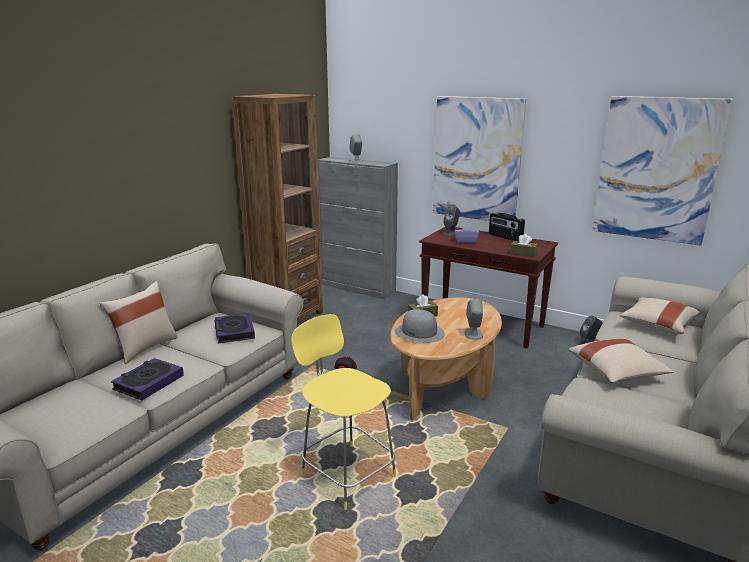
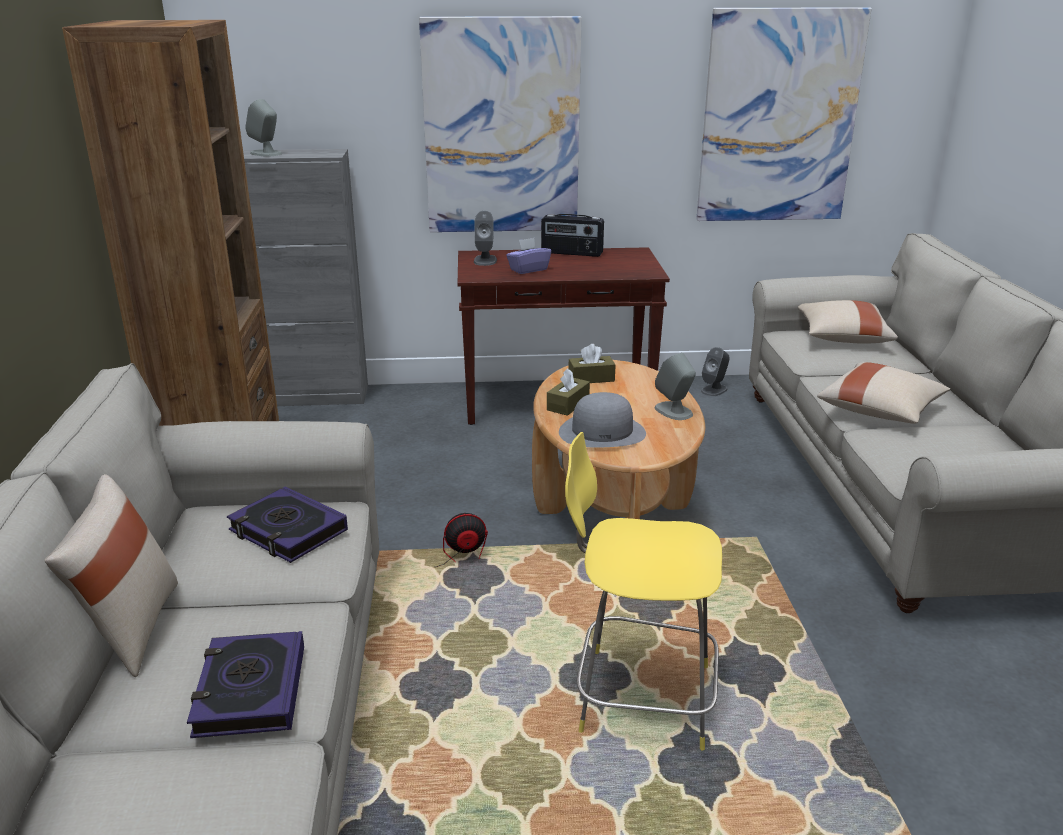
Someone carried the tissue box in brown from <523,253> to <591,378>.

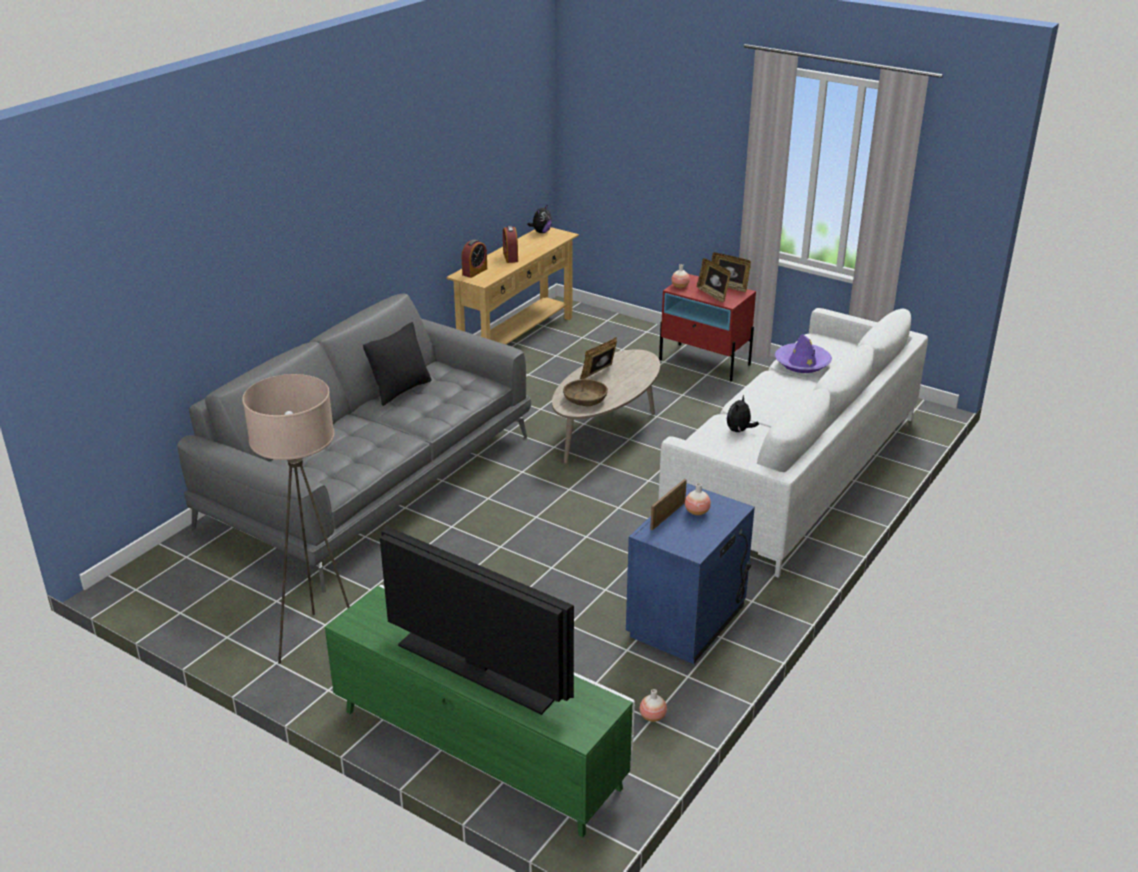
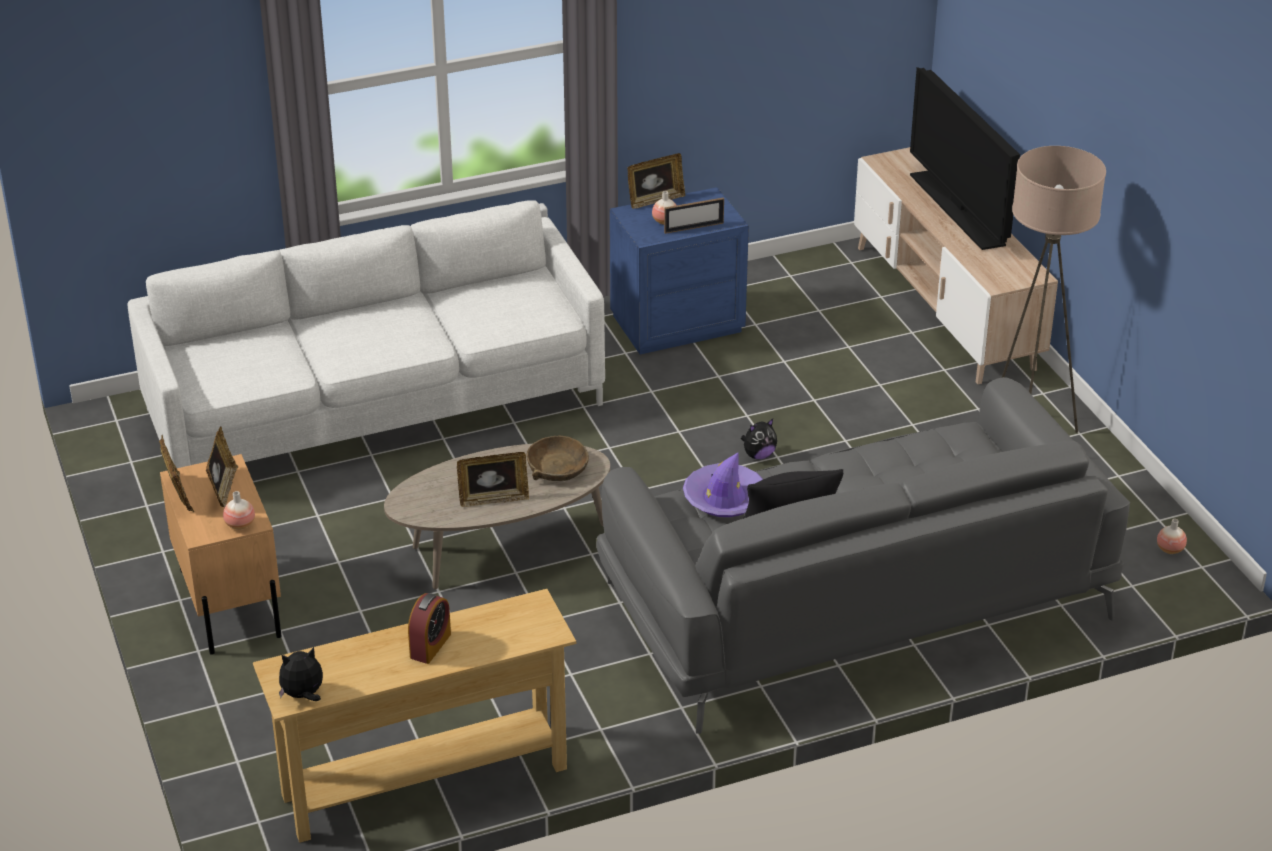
Someone repainted the nightstand in red at <705,362>, which became the nightstand in beige at <230,602>.
Someone put down the picture frame at <655,200>.
Someone carried the hat in purple from <802,363> to <724,498>.
Someone carried the plush toy from <739,431> to <758,455>.
Someone repainted the tv stand in green at <479,749>, which became the tv stand in beige at <944,307>.
Someone carried the vase from <652,717> to <1170,549>.
Someone took away the alarm clock at <474,272>.

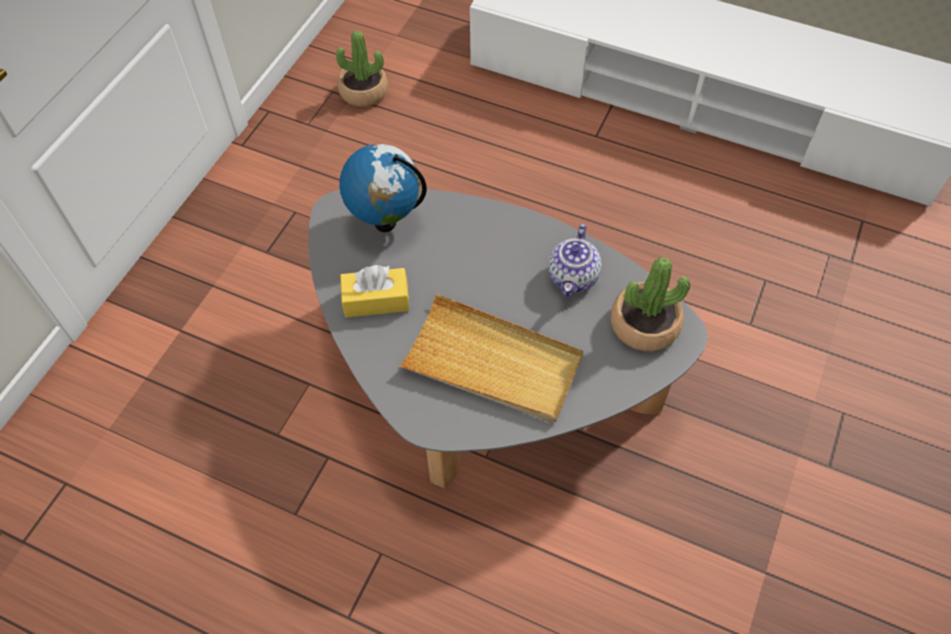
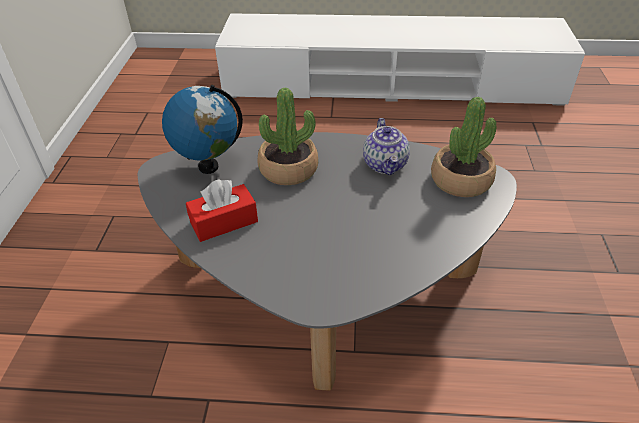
Someone repainted the tissue box in yellow at <376,300>, which became the tissue box in red at <224,222>.
Someone carried the potted plant from <363,92> to <288,169>.
Someone took away the tray in beige at <492,363>.

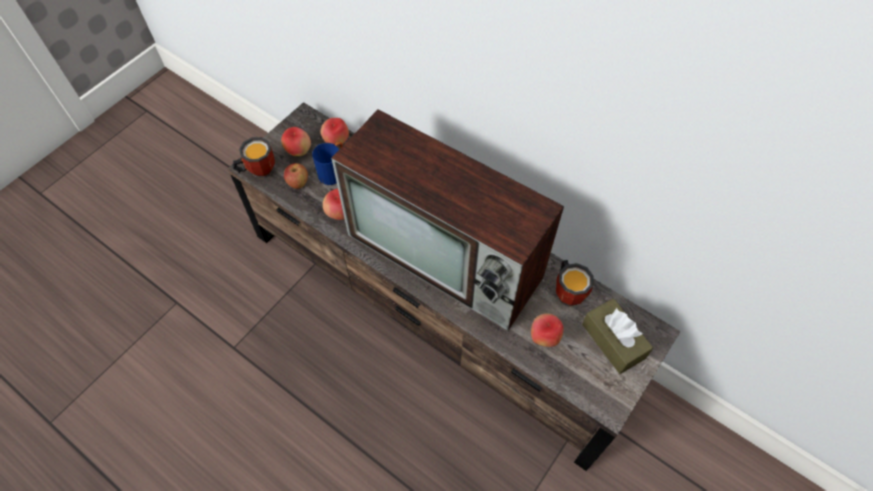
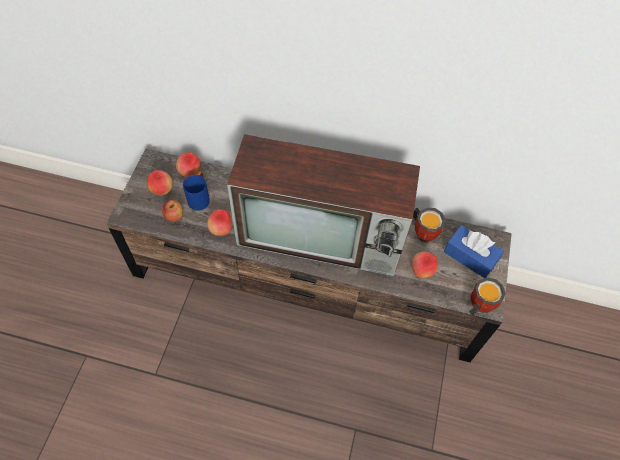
Someone repainted the tissue box in brown at <613,341>, which became the tissue box in blue at <470,256>.
Someone carried the mug from <258,170> to <477,305>.

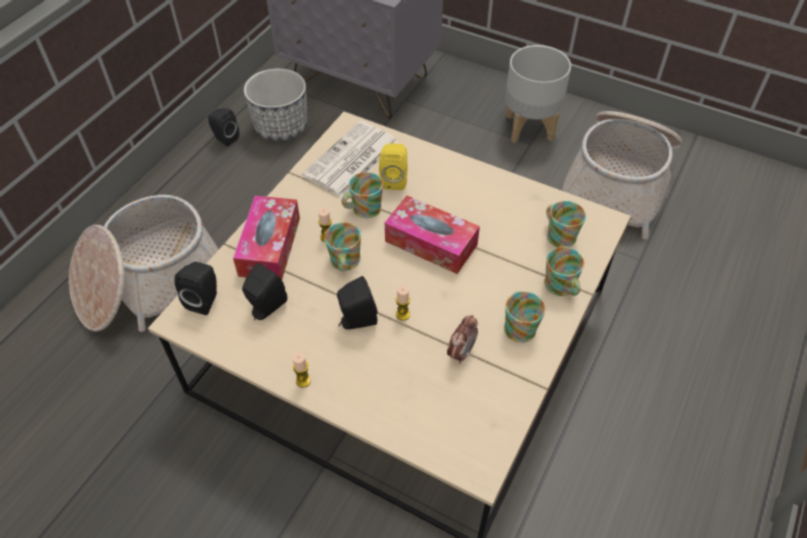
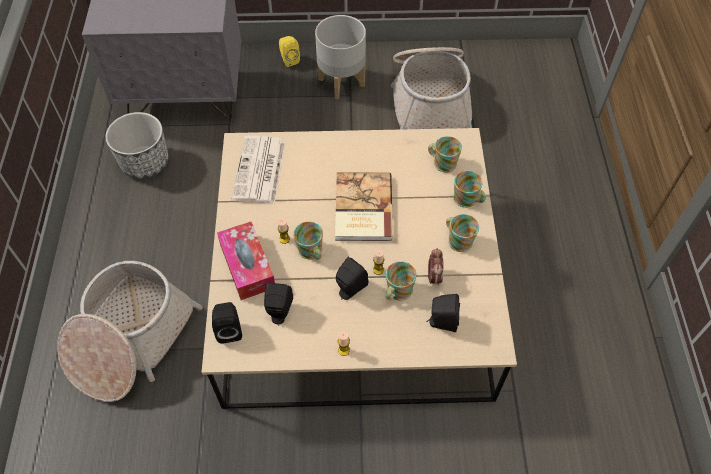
Someone carried the speaker in yellow from <394,179> to <289,60>.
Someone swapped the tissue box at <431,243> for the book at <361,208>.
Someone carried the mug from <362,209> to <397,292>.
Someone carried the speaker in black from <224,138> to <441,322>.

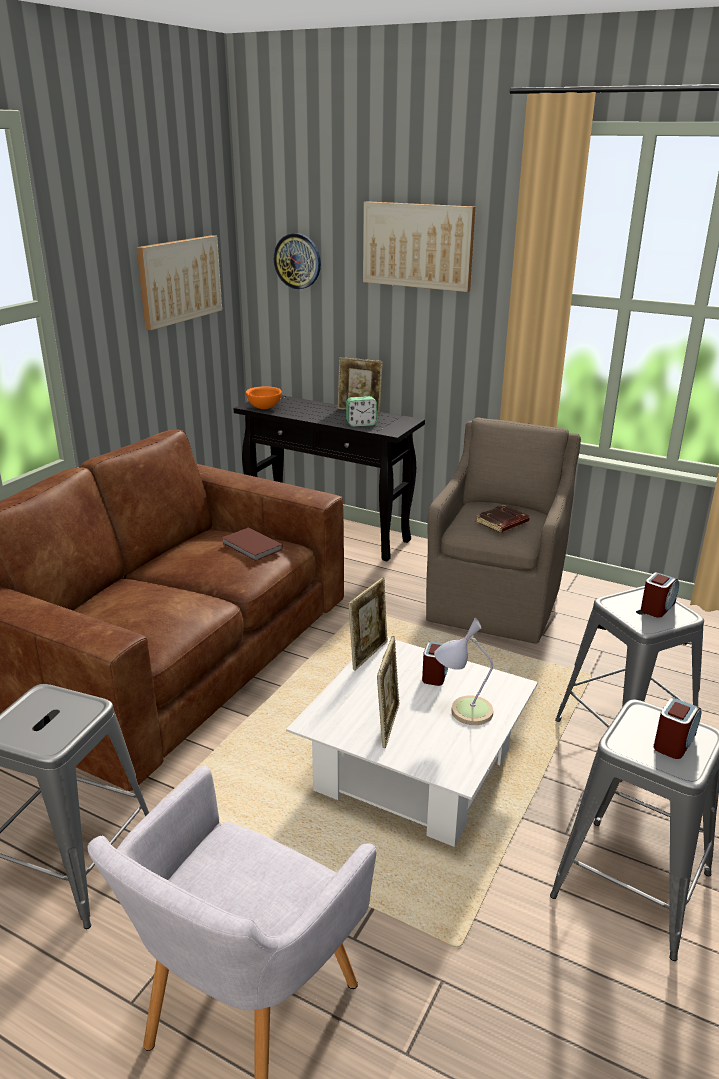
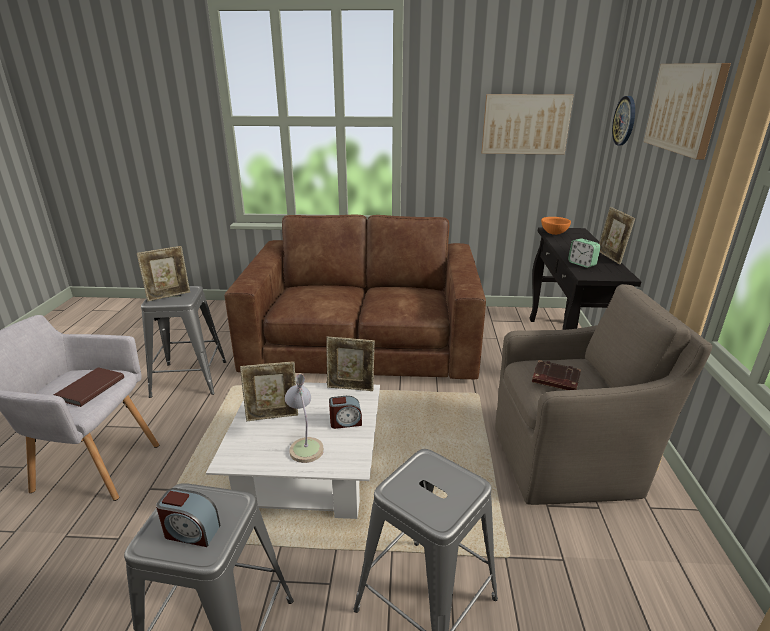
Someone carried the book in brown from <251,547> to <89,388>.
Someone put down the picture frame at <169,296>.
Someone took away the alarm clock at <657,607>.

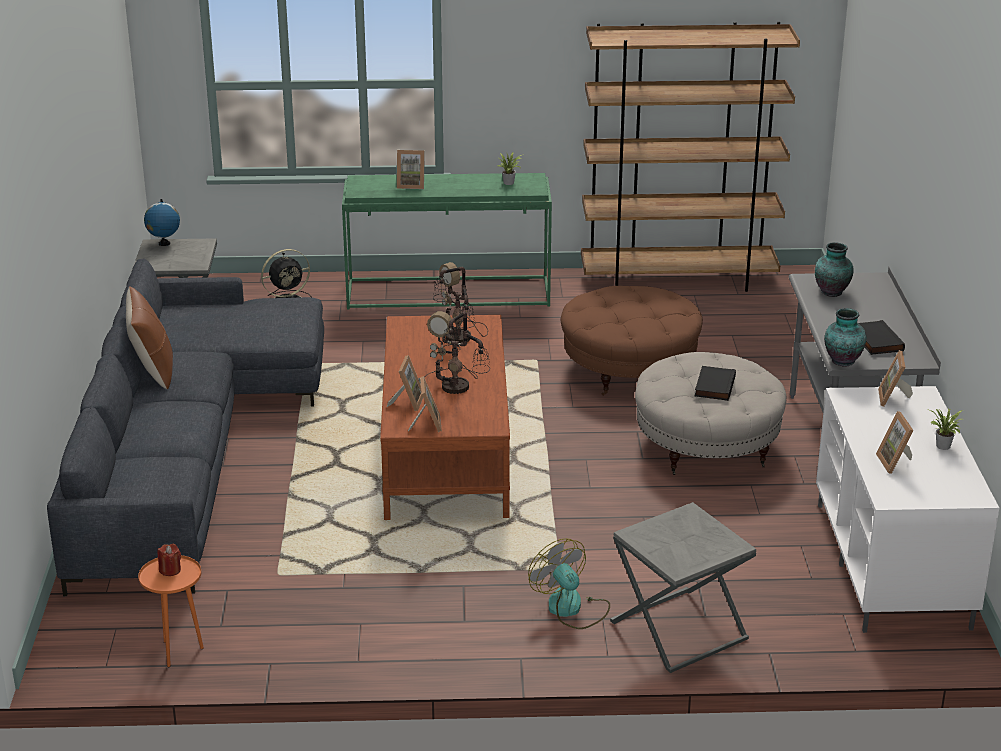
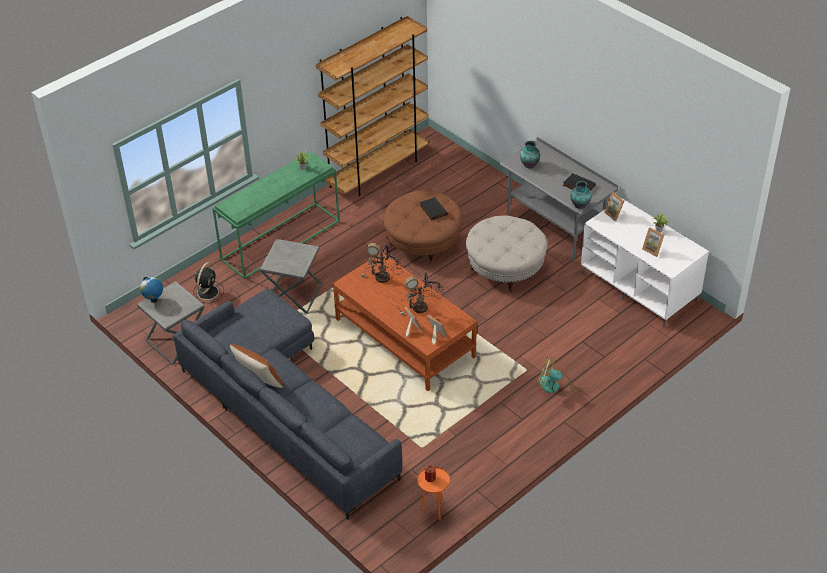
Someone carried the side table in grey from <678,630> to <293,294>.
Someone carried the book in black from <713,386> to <432,210>.
Someone took away the picture frame at <411,185>.

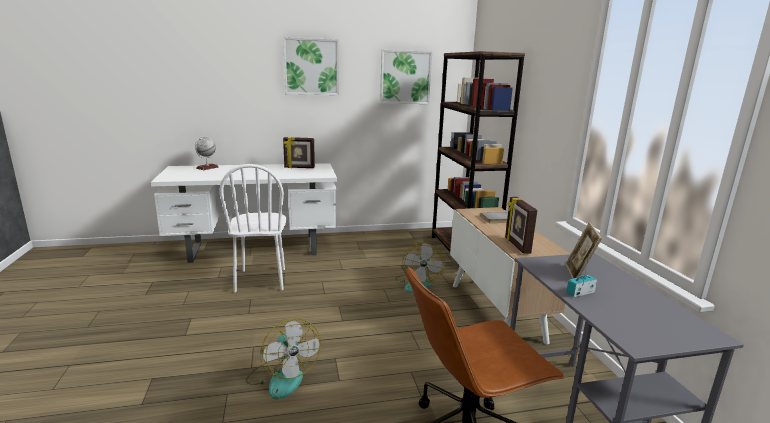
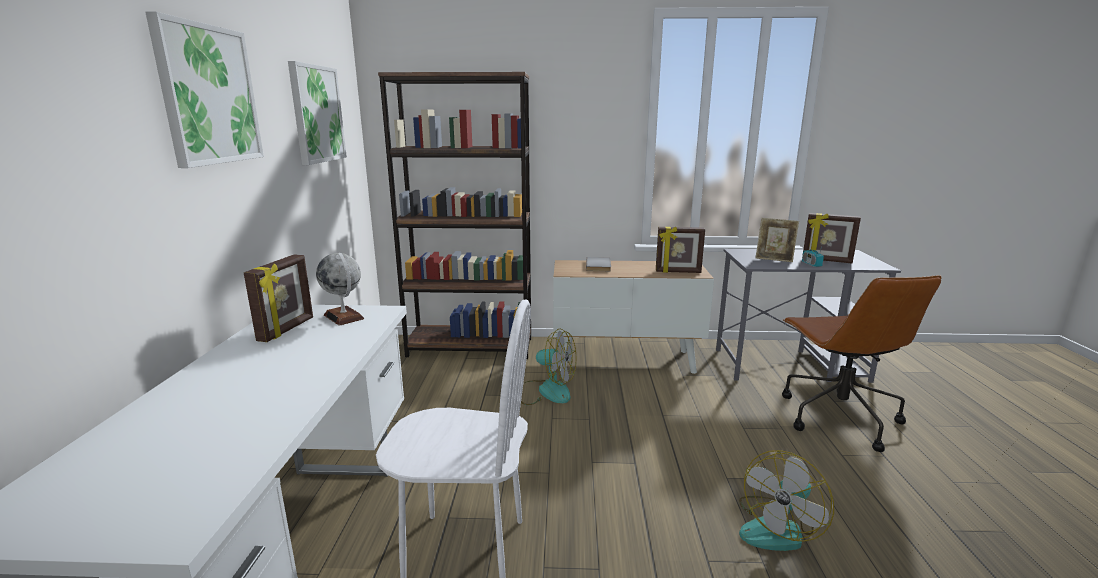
Someone carried the globe from <207,168> to <344,317>.
Someone rotated the fan at <282,377> by 150 degrees clockwise.
Someone put down the picture frame at <826,261>.

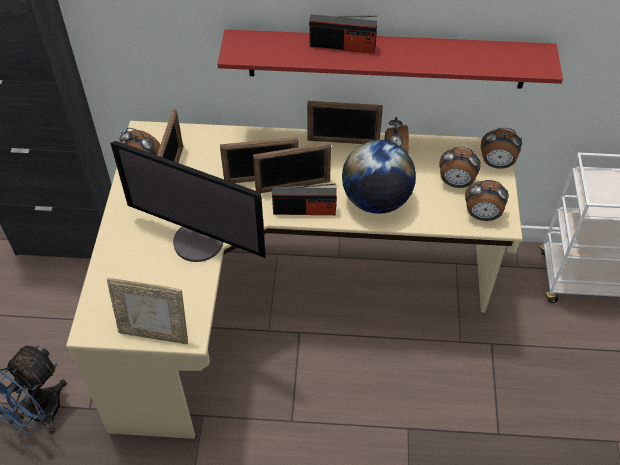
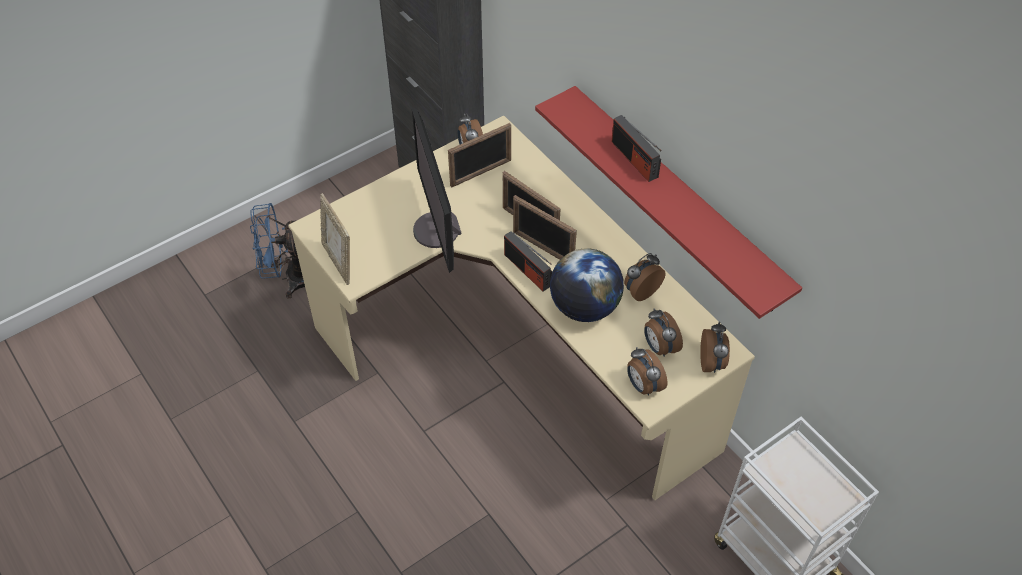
Someone rotated the alarm clock at <496,164> by 150 degrees counterclockwise.
Someone took away the picture frame at <343,142>.

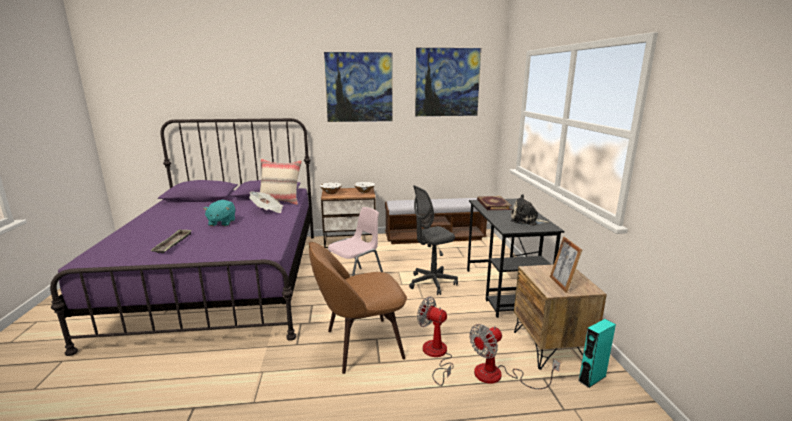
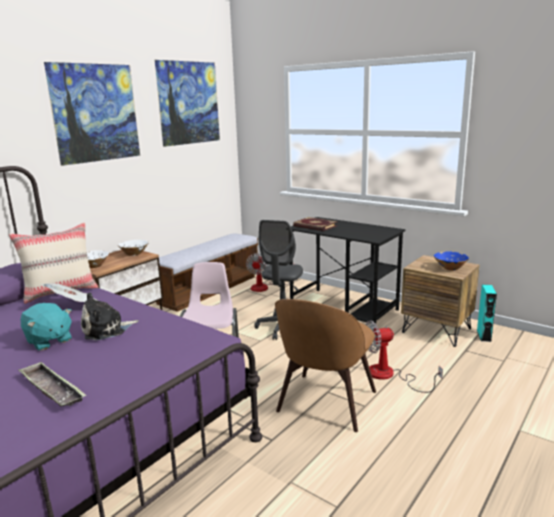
Someone carried the plush toy from <526,221> to <106,330>.
Someone carried the fan from <498,376> to <265,287>.
Someone swapped the picture frame at <562,284> for the bowl in blue at <450,268>.

